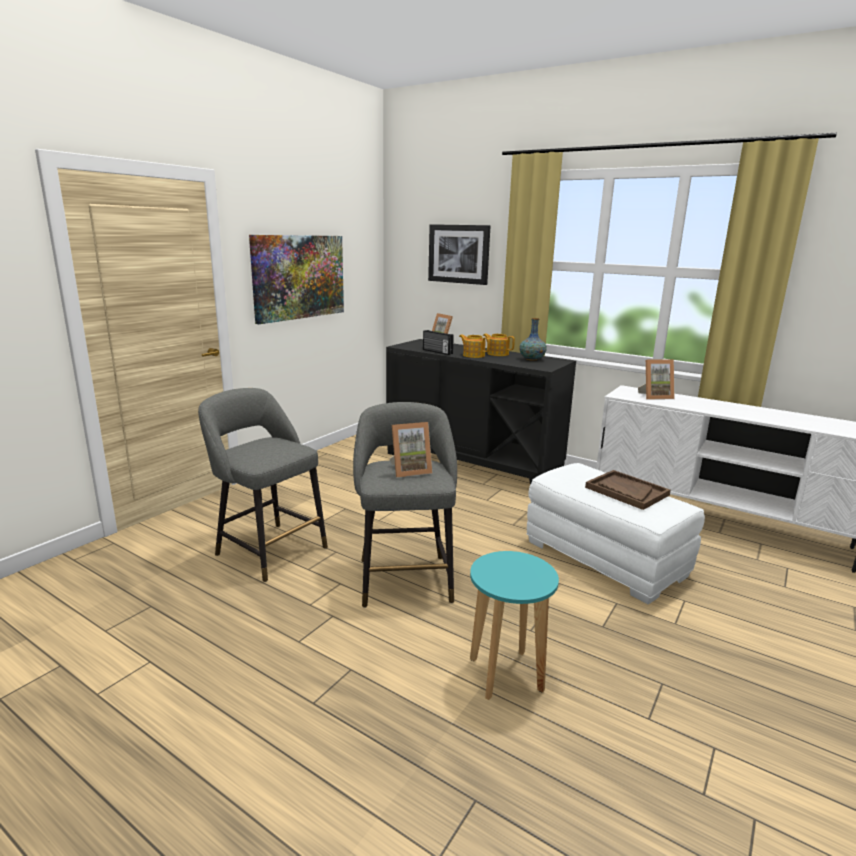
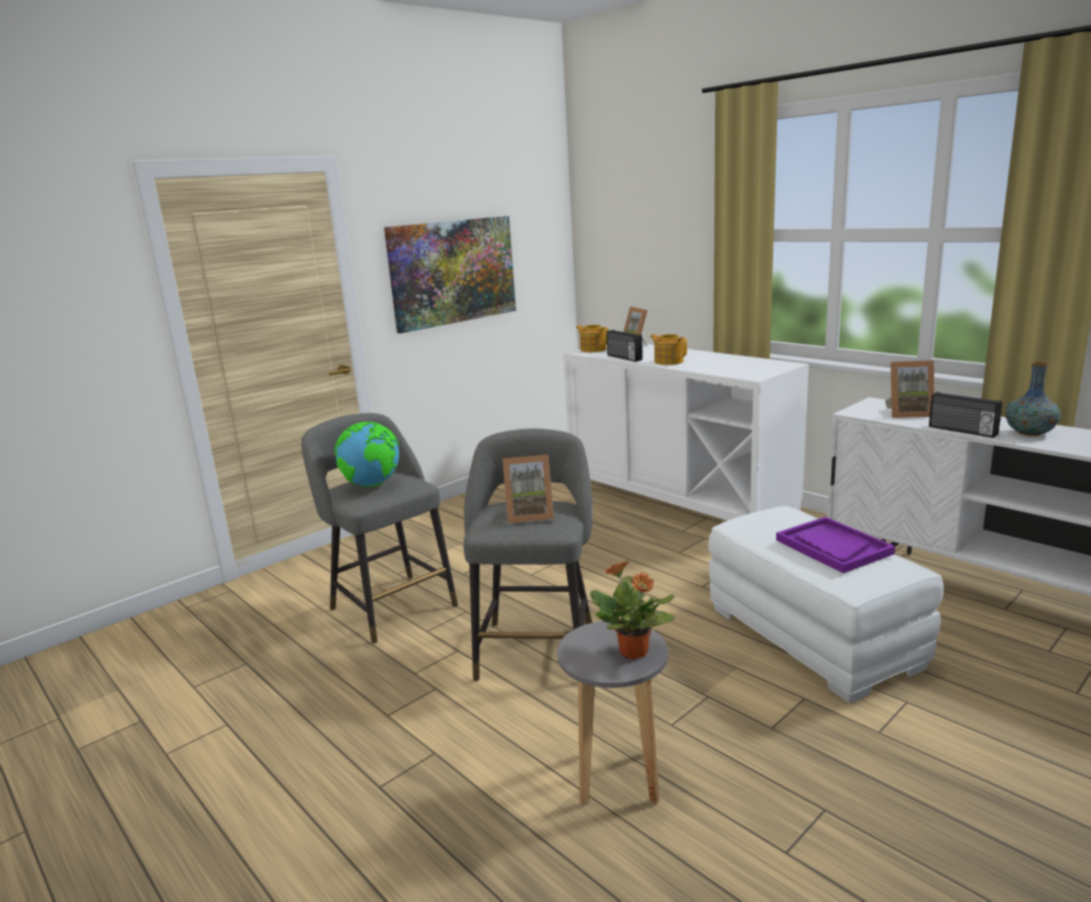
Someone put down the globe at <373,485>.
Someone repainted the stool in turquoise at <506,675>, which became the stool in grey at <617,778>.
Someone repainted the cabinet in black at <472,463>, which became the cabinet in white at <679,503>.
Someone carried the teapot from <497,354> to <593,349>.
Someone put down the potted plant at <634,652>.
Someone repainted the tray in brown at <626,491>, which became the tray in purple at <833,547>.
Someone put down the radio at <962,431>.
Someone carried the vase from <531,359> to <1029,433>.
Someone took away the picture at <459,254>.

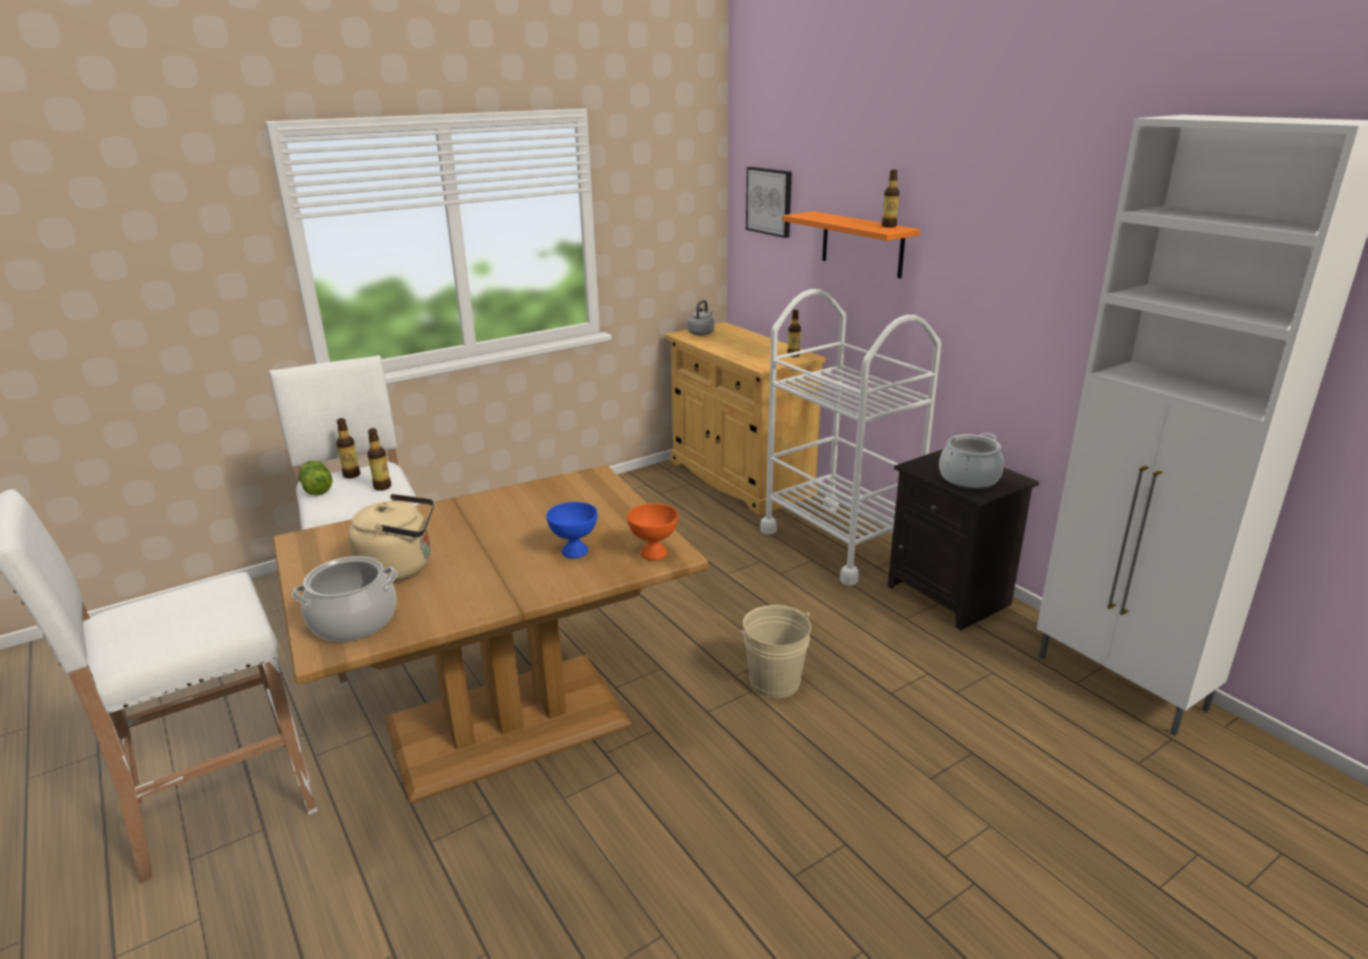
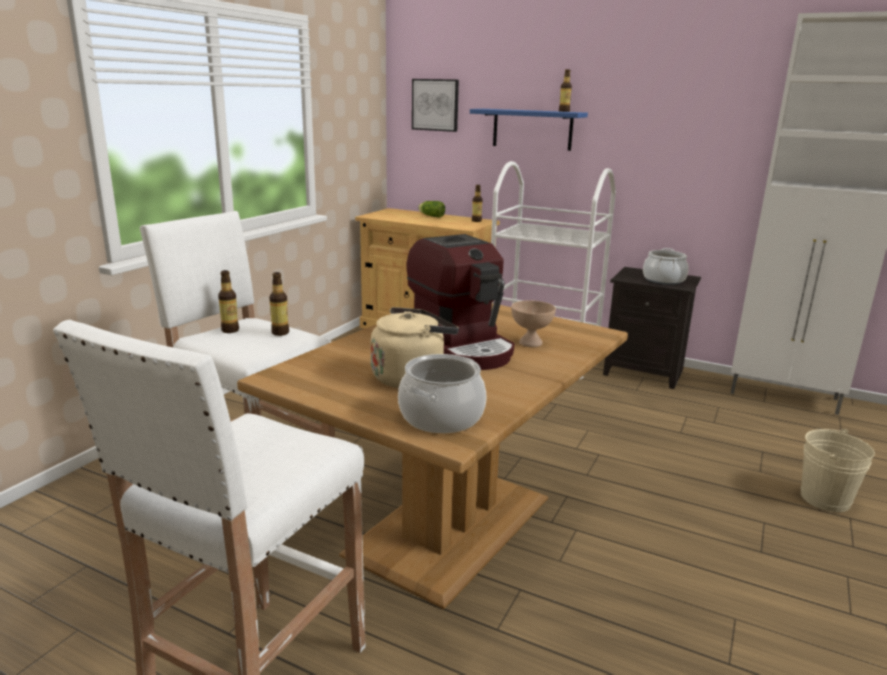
Someone put down the coffee machine at <462,347>.
Someone carried the lettuce from <317,487> to <431,216>.
Someone repainted the shelf in orange at <862,244>, which became the shelf in blue at <532,129>.
Someone repainted the bowl in blue at <575,552>, which became the bowl in beige at <531,343>.
Someone carried the bucket in beige from <775,682> to <825,498>.
Someone took away the bowl in orange at <653,553>.
Someone took away the kettle in grey at <701,333>.

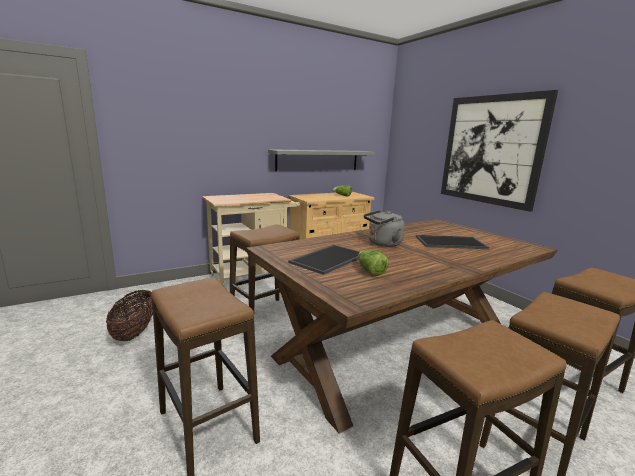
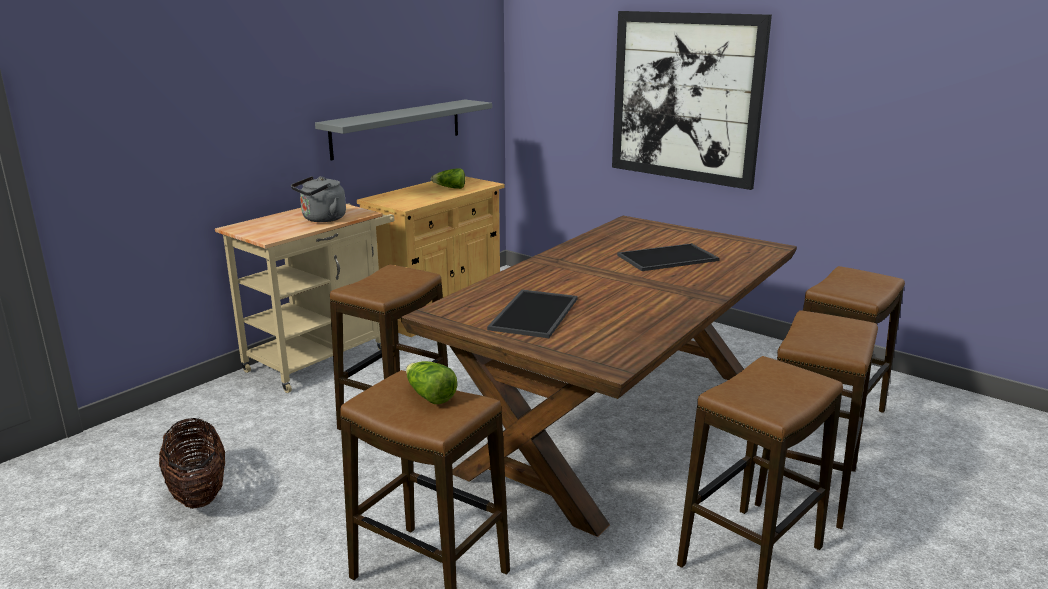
Someone carried the kettle in grey from <382,244> to <321,219>.
Someone carried the lettuce from <370,271> to <430,396>.

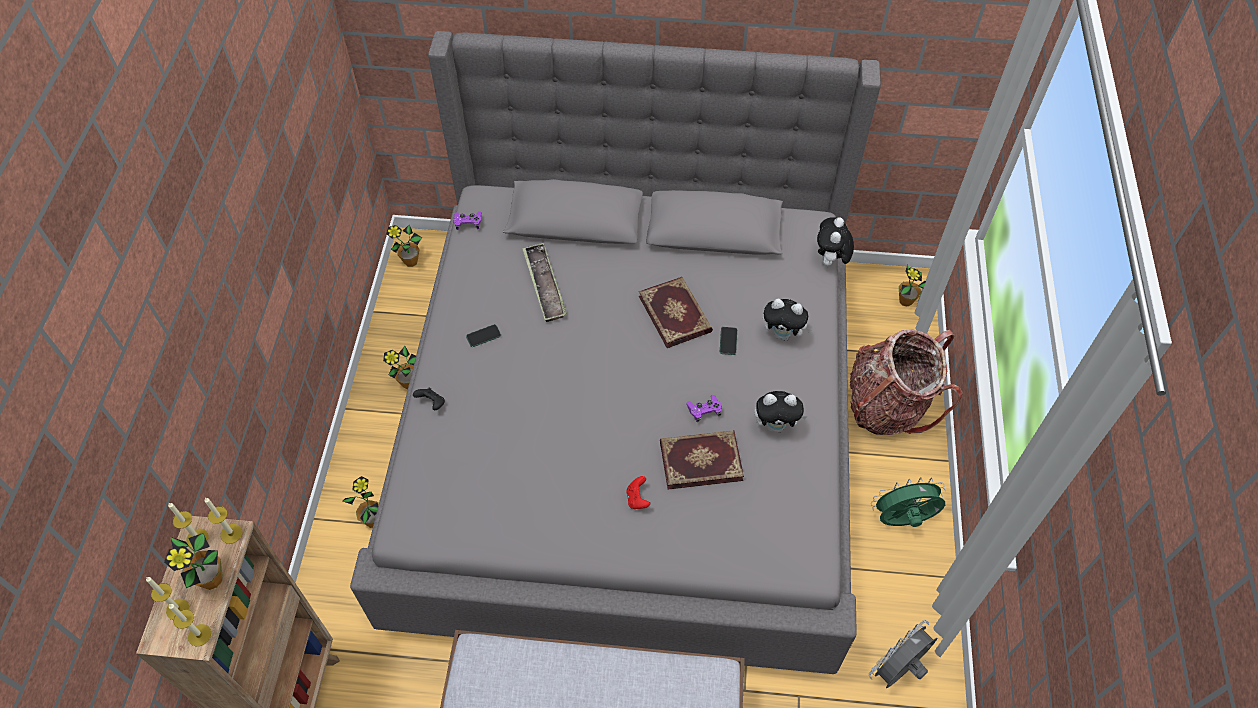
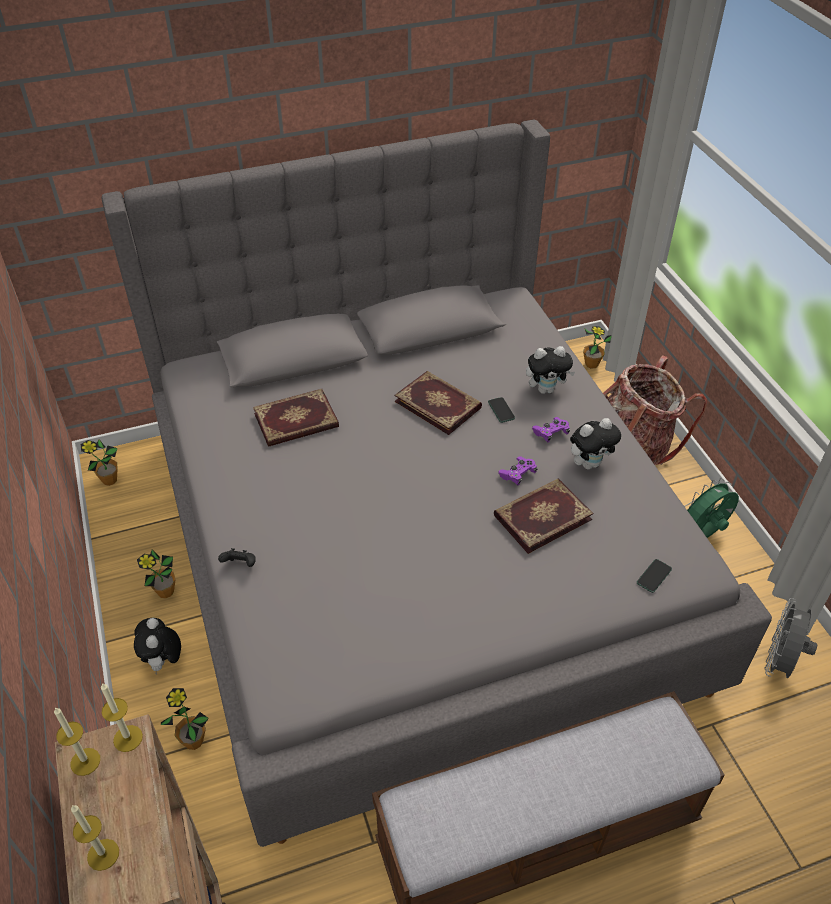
Someone carried the plush toy from <830,261> to <163,661>.
Someone swapped the tray at <544,285> for the book at <296,421>.
Someone carried the game controller in purple from <468,223> to <551,433>.
Someone carried the phone from <483,336> to <654,576>.
Someone took away the potted plant at <211,579>.
Someone took away the candle at <199,635>.
Someone took away the game controller in red at <637,499>.

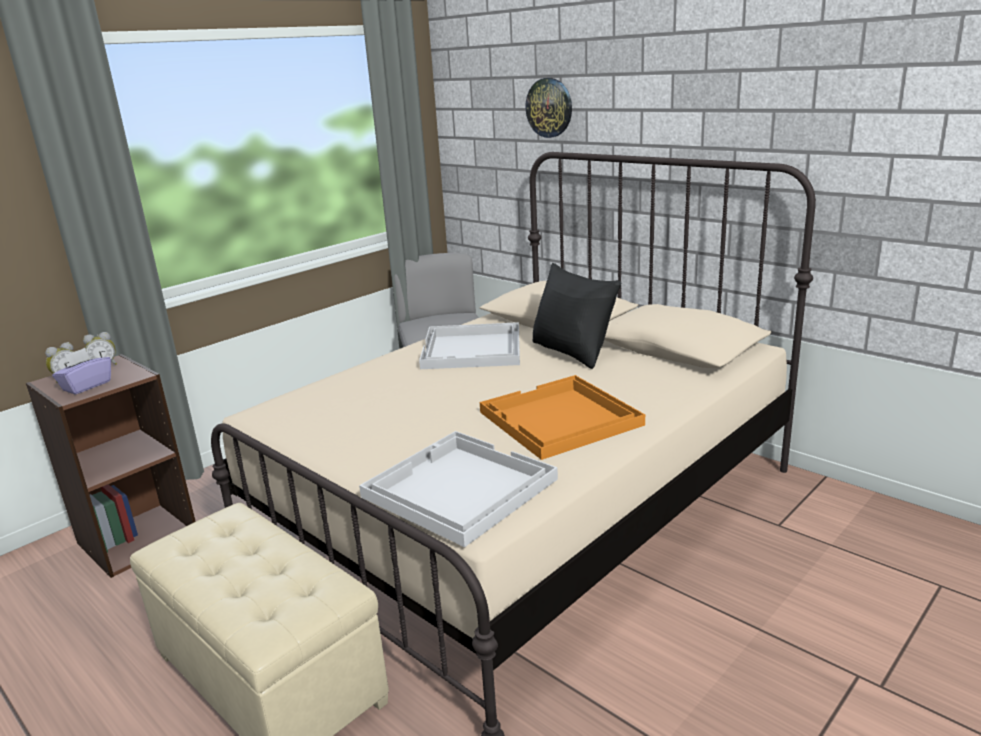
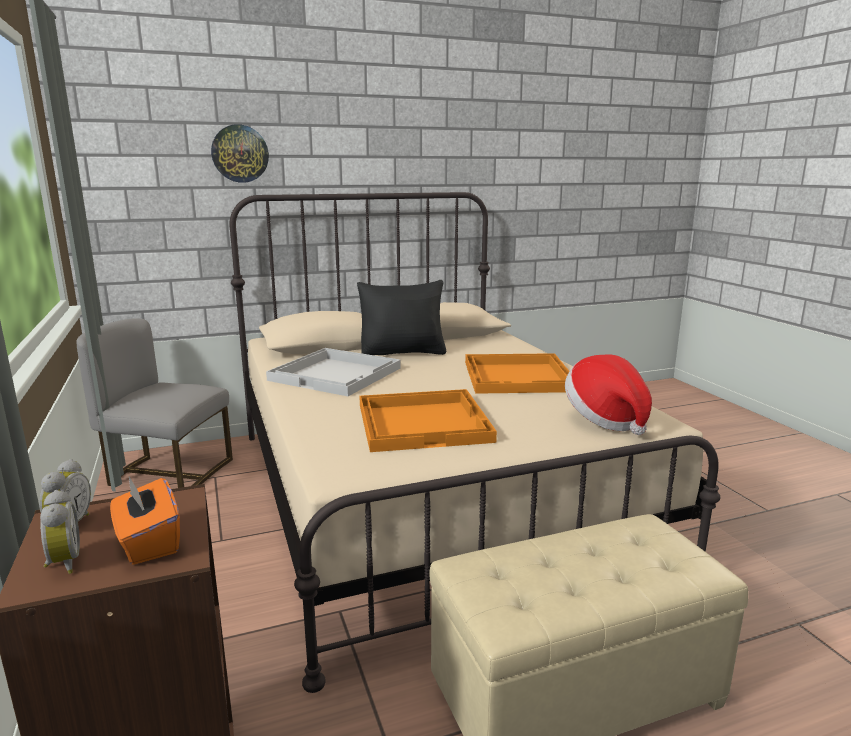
Someone repainted the tissue box in purple at <86,386>, which became the tissue box in orange at <148,542>.
Someone put down the tray in orange at <424,422>.
Someone swapped the tray in white at <457,488> for the hat at <605,418>.

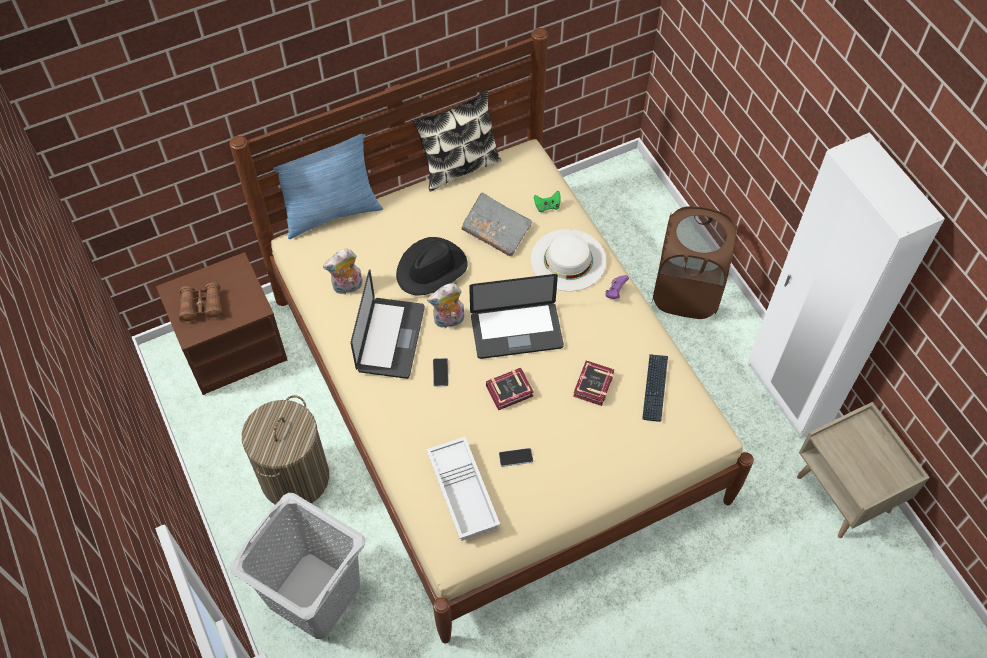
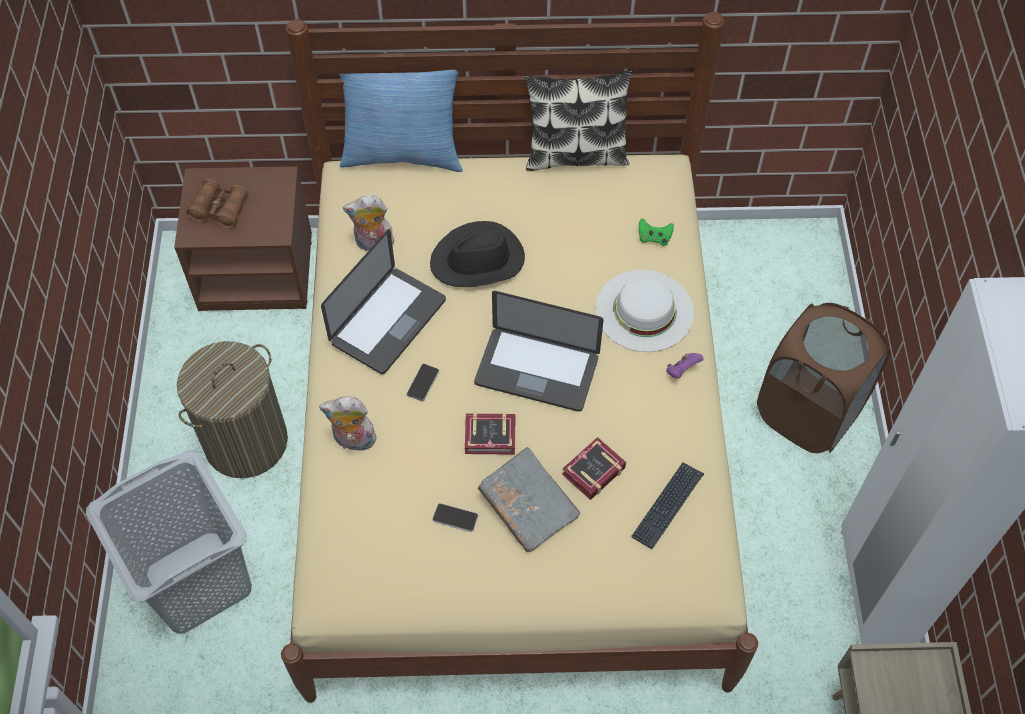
Someone carried the plush toy from <448,321> to <353,441>.
Someone carried the book in grey from <496,231> to <528,506>.
Someone took away the tray in white at <464,492>.

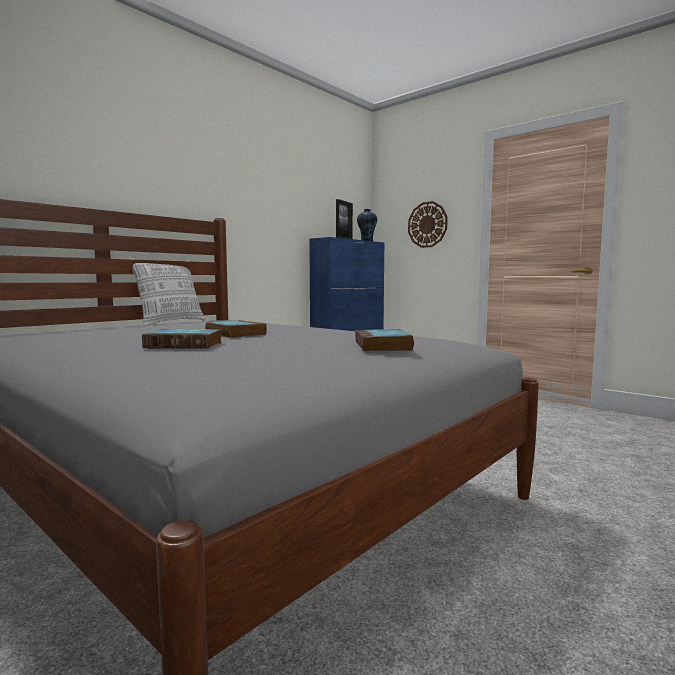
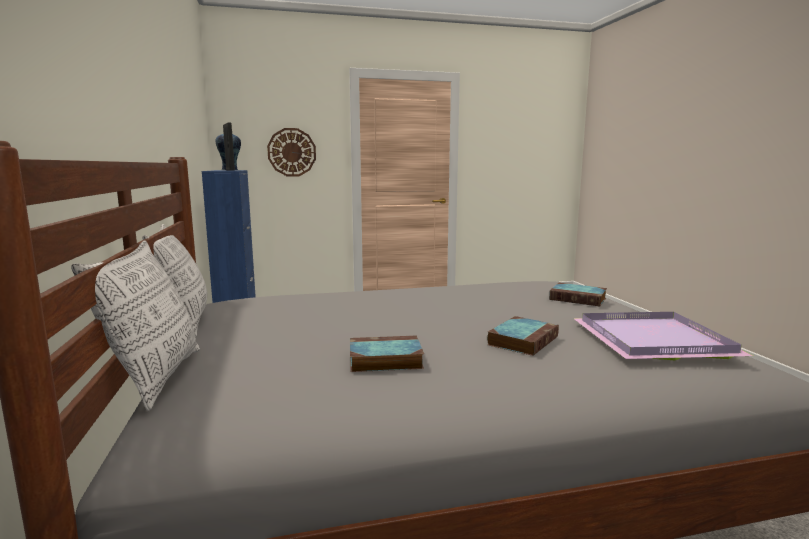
Someone put down the pillow at <155,378>.
Someone carried the book from <234,333> to <383,360>.
Someone put down the tray in purple at <656,341>.

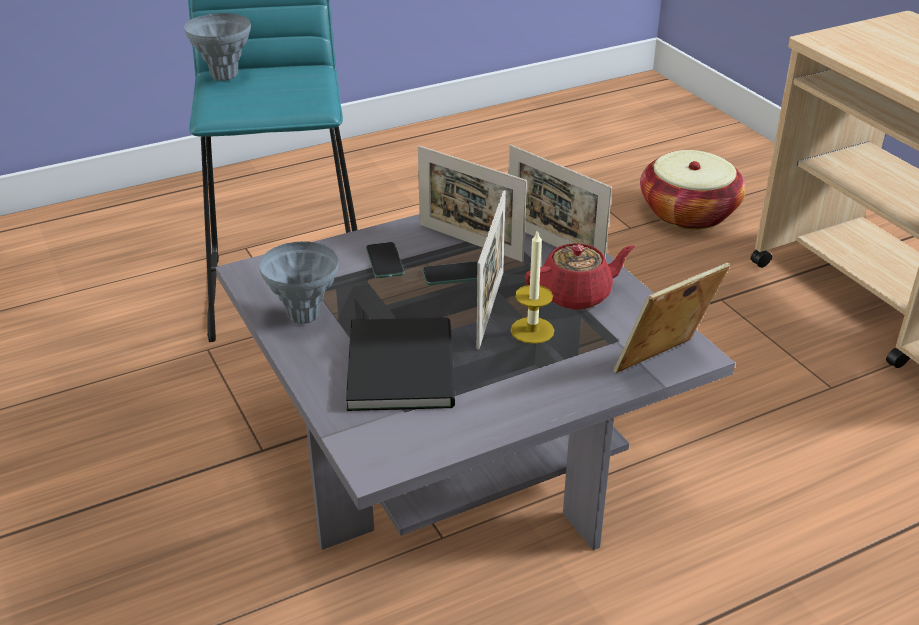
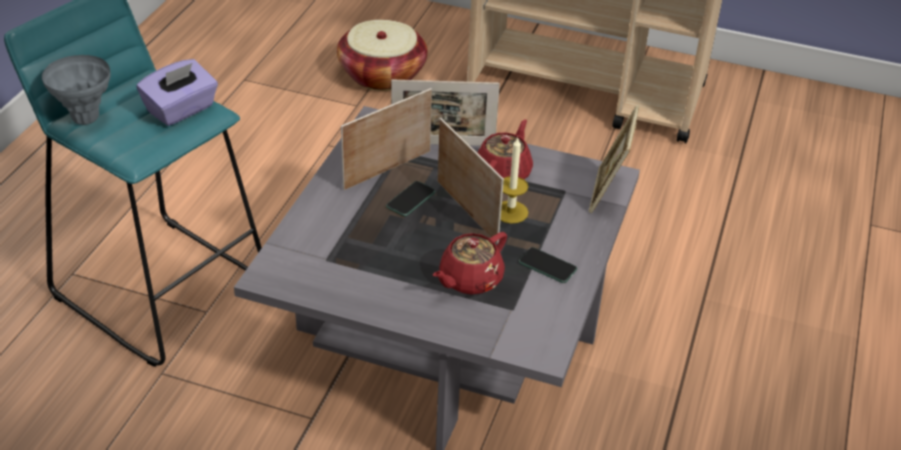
Someone put down the tissue box in purple at <181,110>.
Someone rotated the picture frame at <470,242> by 150 degrees clockwise.
Someone swapped the book in black at <404,364> for the teapot in red at <469,279>.
Someone carried the phone from <385,261> to <547,266>.
Someone took away the vase in grey at <304,316>.

